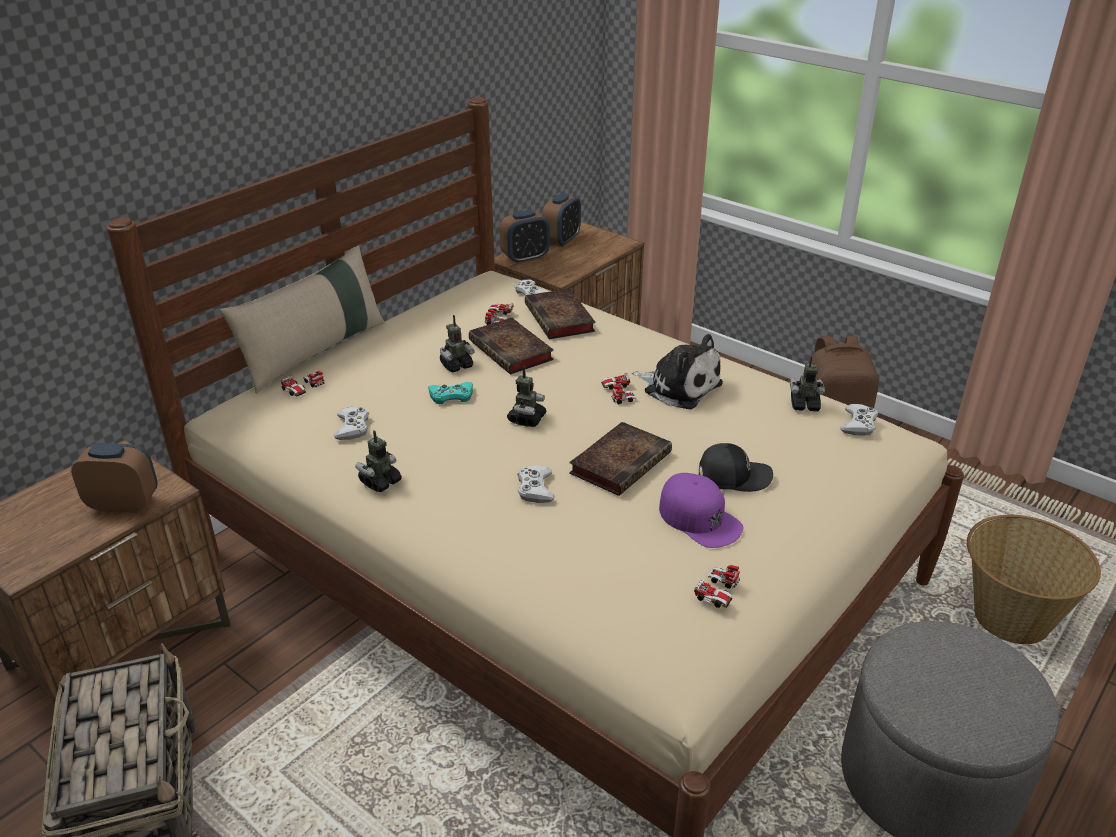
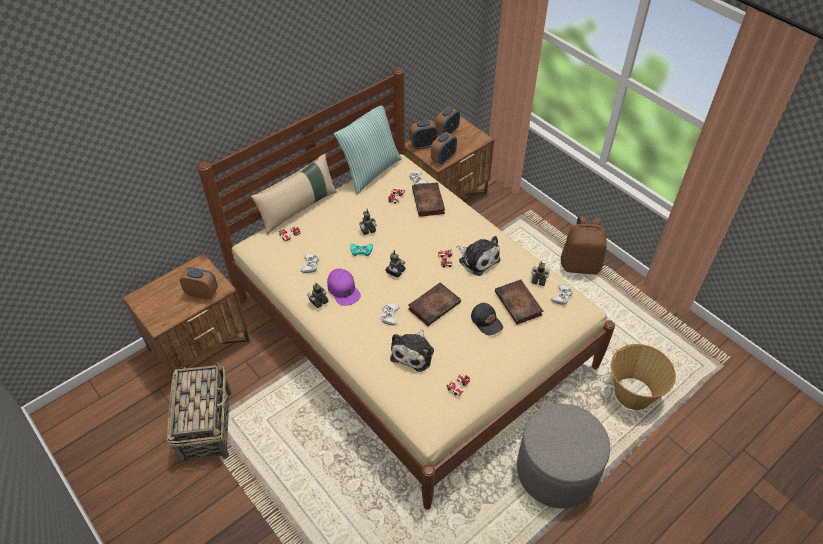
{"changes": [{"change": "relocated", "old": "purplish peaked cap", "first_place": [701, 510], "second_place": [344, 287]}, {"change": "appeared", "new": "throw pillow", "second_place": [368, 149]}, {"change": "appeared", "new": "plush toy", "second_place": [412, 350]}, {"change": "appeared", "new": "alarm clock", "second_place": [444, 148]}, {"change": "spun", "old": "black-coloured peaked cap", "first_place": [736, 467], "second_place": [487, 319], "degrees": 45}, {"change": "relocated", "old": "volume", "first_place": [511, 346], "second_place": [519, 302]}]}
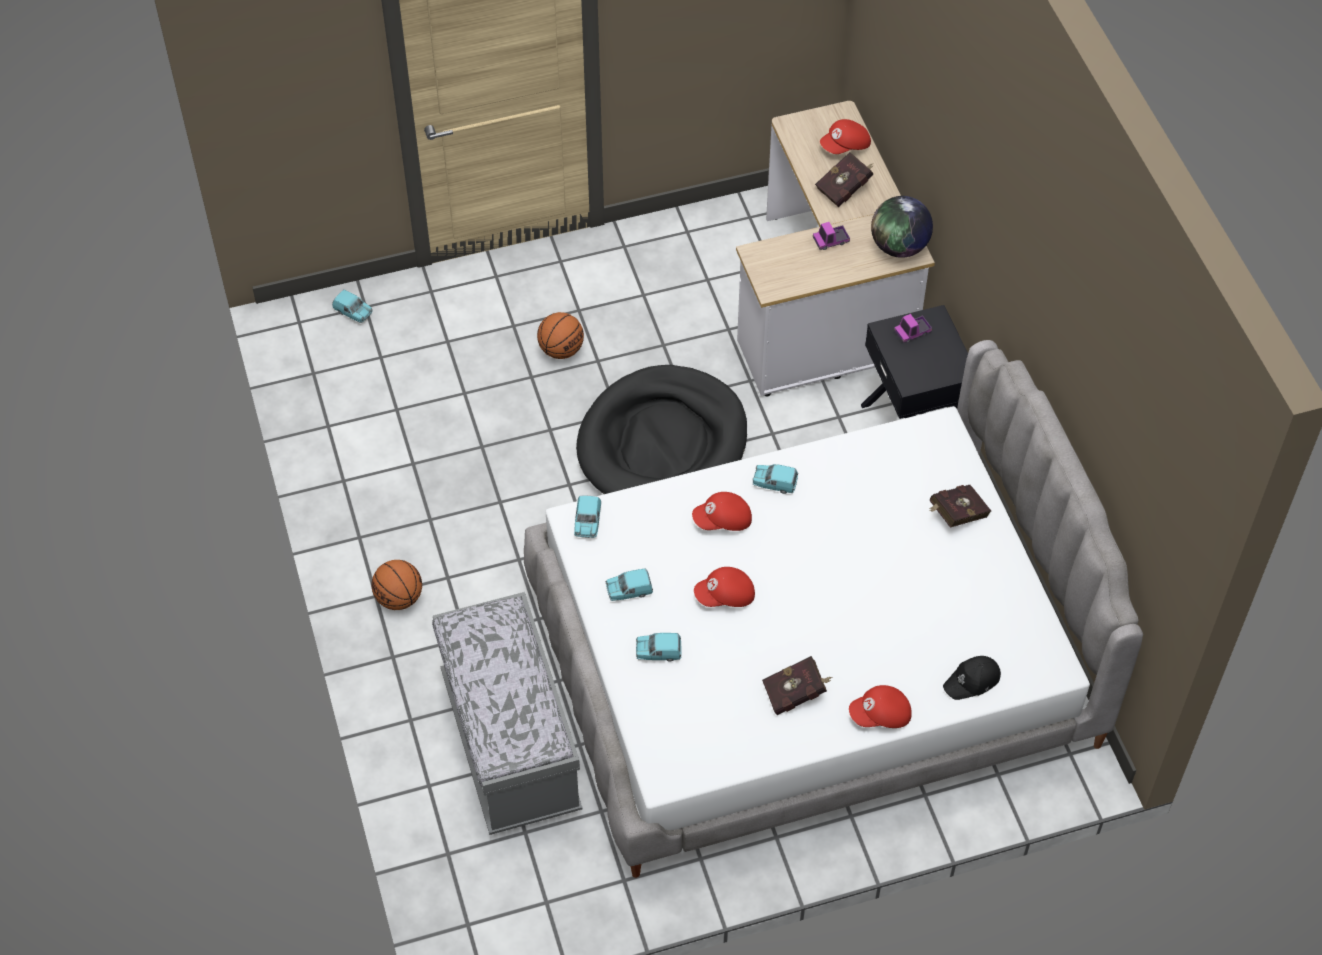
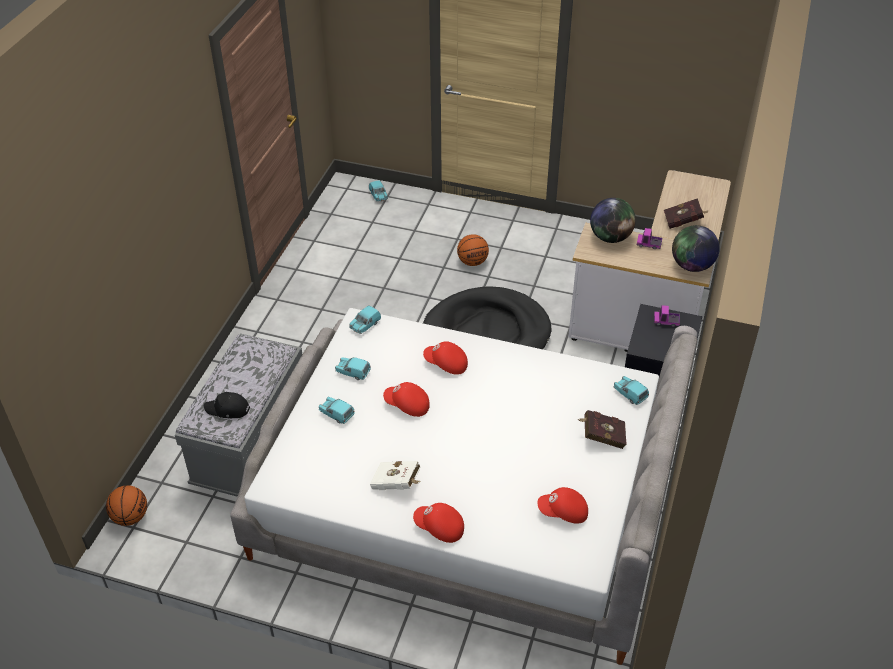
{"changes": [{"change": "relocated", "old": "basketball ball", "first_place": [397, 585], "second_place": [126, 505]}, {"change": "relocated", "old": "black-coloured peaked cap", "first_place": [972, 678], "second_place": [227, 405]}, {"change": "colour", "old": "red volume", "new": "whitish volume", "first_place": [797, 685], "second_place": [395, 475]}, {"change": "relocated", "old": "red peaked cap", "first_place": [845, 136], "second_place": [562, 505]}, {"change": "appeared", "new": "globe", "second_place": [613, 220]}, {"change": "relocated", "old": "turquoise-coloured model car", "first_place": [775, 479], "second_place": [631, 390]}]}
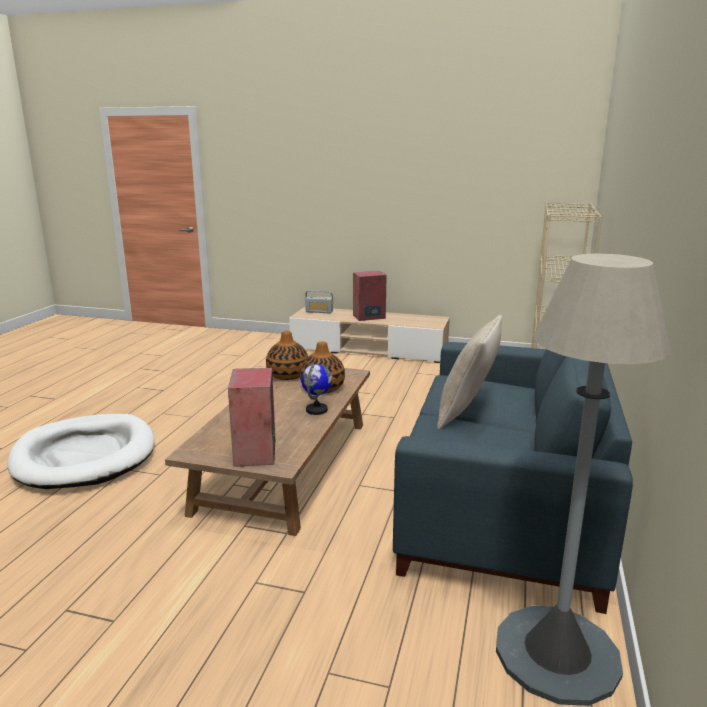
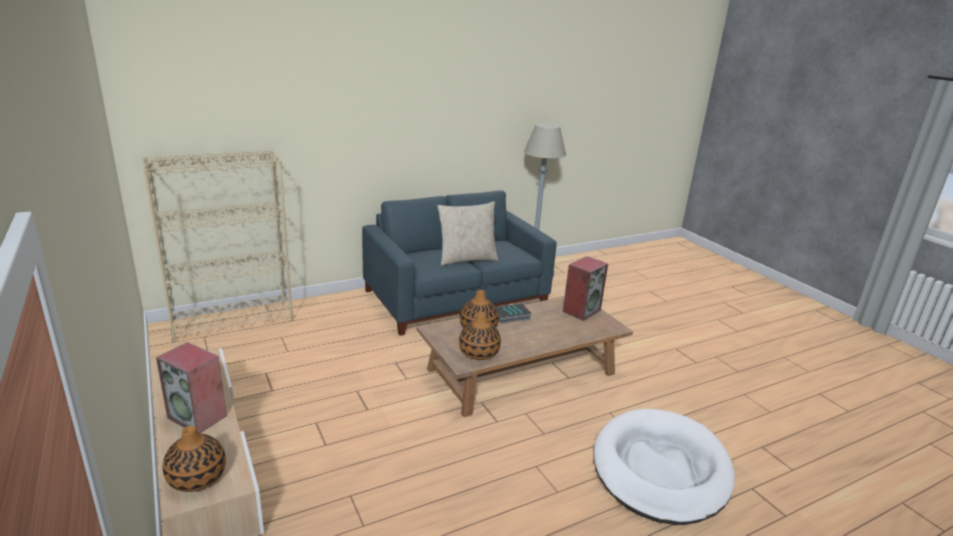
{"changes": [{"change": "exchanged", "old": "radio set", "new": "flower vase", "first_place": [319, 301], "second_place": [194, 459]}, {"change": "exchanged", "old": "globe", "new": "volume", "first_place": [316, 389], "second_place": [514, 313]}]}
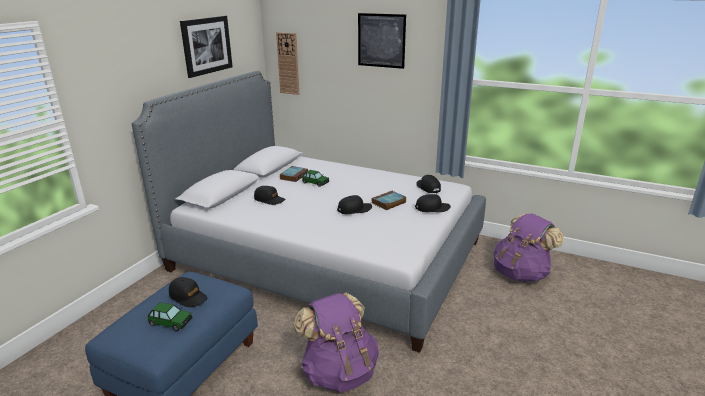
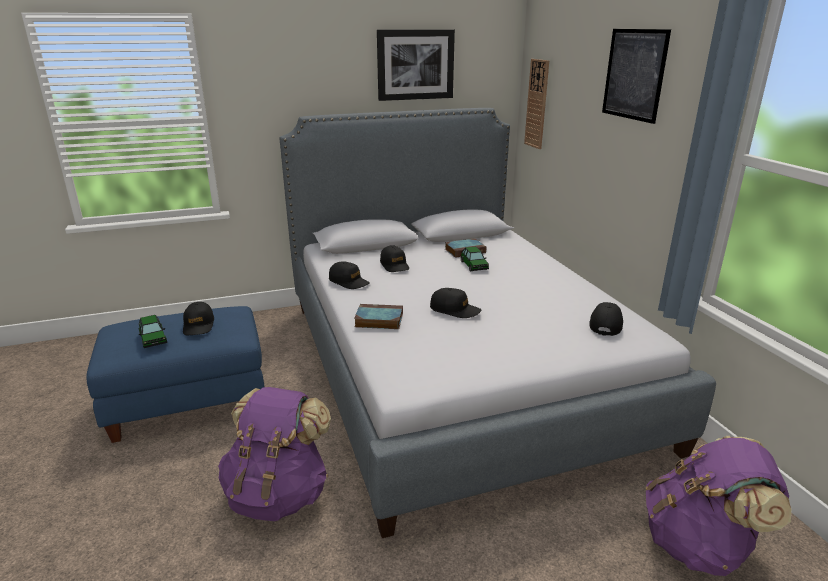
{"changes": [{"change": "relocated", "old": "black-coloured peaked cap", "first_place": [433, 203], "second_place": [349, 275]}, {"change": "relocated", "old": "volume", "first_place": [389, 200], "second_place": [378, 316]}]}
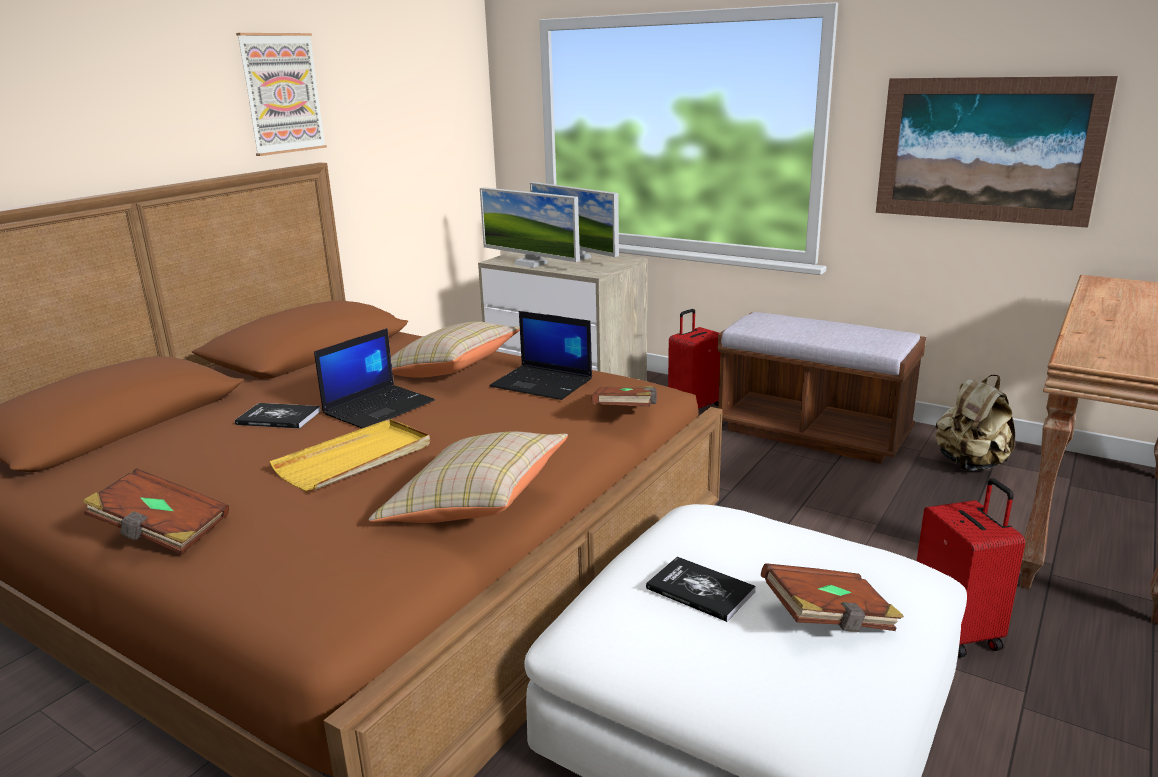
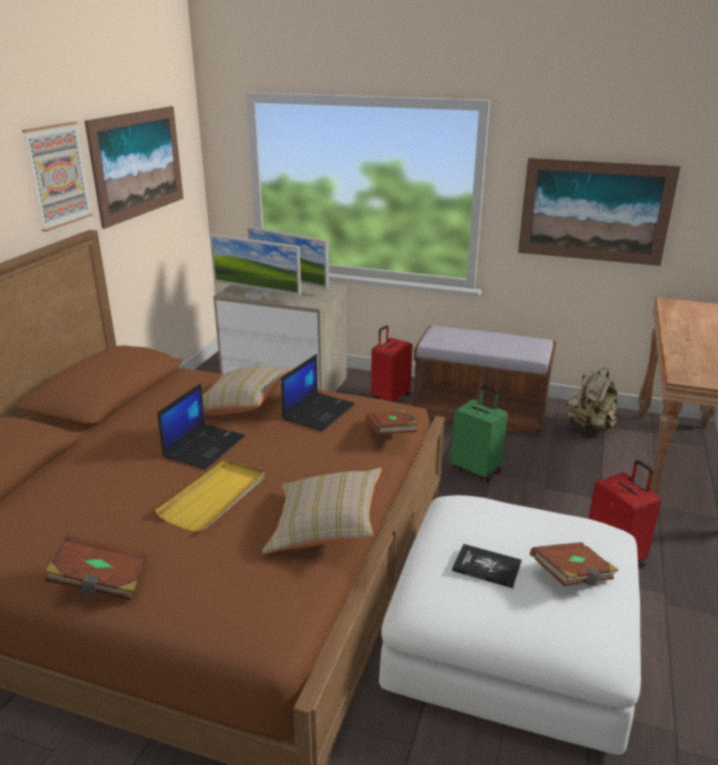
{"changes": [{"change": "appeared", "new": "wall picture", "second_place": [134, 167]}, {"change": "spun", "old": "laptop", "first_place": [541, 355], "second_place": [318, 392], "degrees": -75}, {"change": "appeared", "new": "green-coloured suitcase", "second_place": [479, 434]}, {"change": "missing", "old": "volume", "first_place": [278, 416]}]}
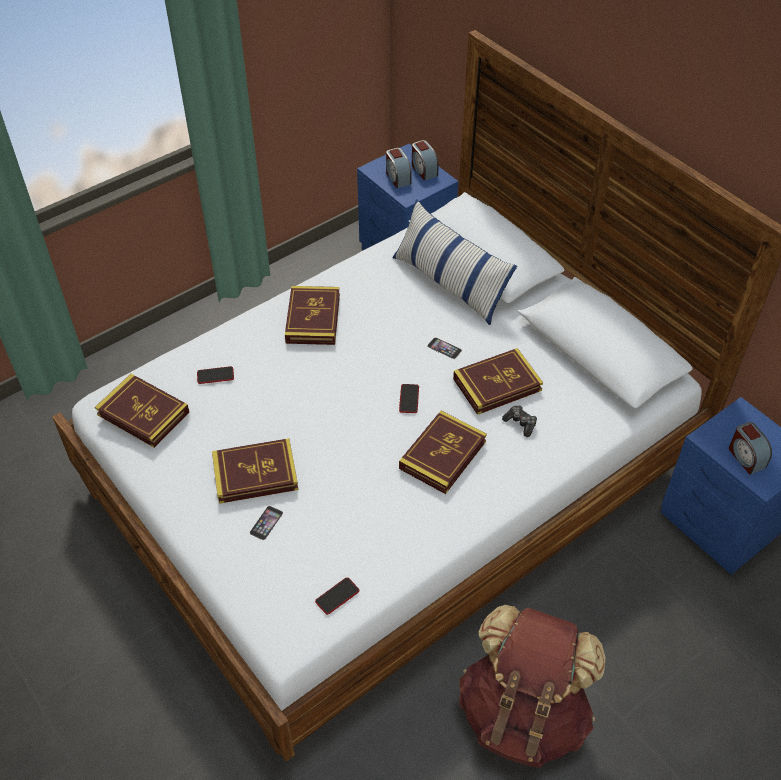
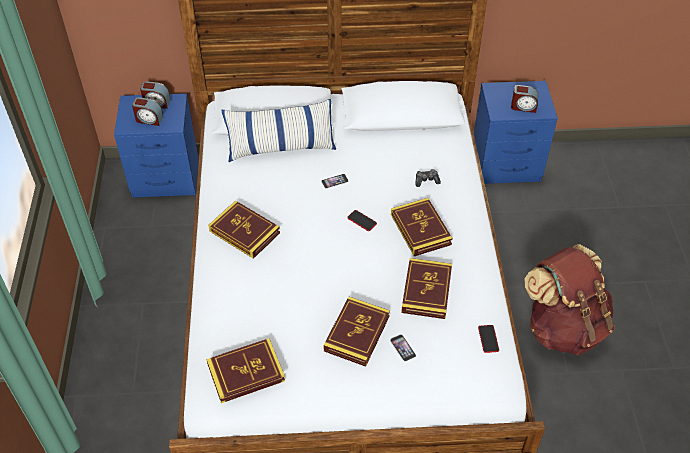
{"changes": [{"change": "relocated", "old": "volume", "first_place": [498, 381], "second_place": [426, 288]}, {"change": "missing", "old": "phone", "first_place": [215, 375]}]}
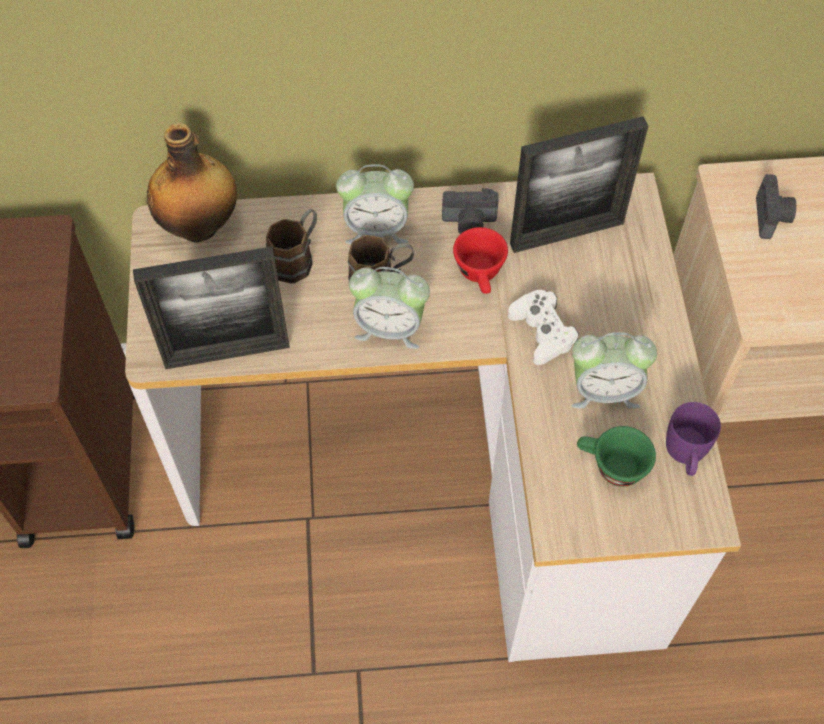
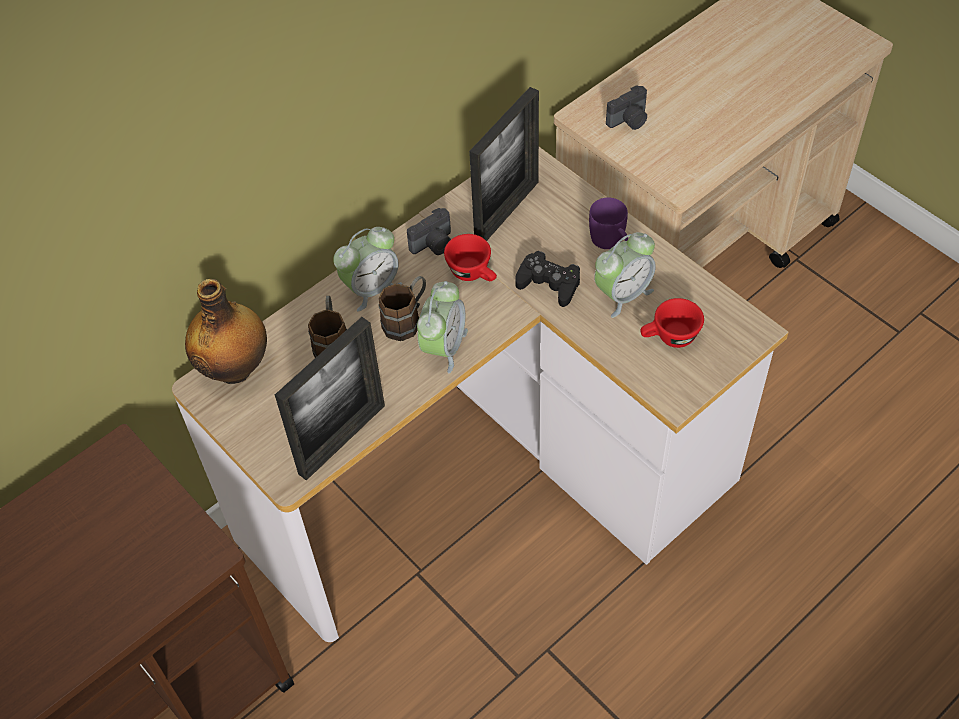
{"changes": [{"change": "spun", "old": "alarm clock", "first_place": [389, 308], "second_place": [442, 327], "degrees": -45}, {"change": "colour", "old": "whitish game controller", "new": "black-coloured game controller", "first_place": [543, 327], "second_place": [547, 279]}, {"change": "relocated", "old": "purplish coffee mug", "first_place": [693, 439], "second_place": [609, 223]}, {"change": "spun", "old": "still camera", "first_place": [776, 206], "second_place": [626, 107], "degrees": 90}, {"change": "colour", "old": "green-coloured cup", "new": "red cup", "first_place": [616, 456], "second_place": [672, 323]}]}
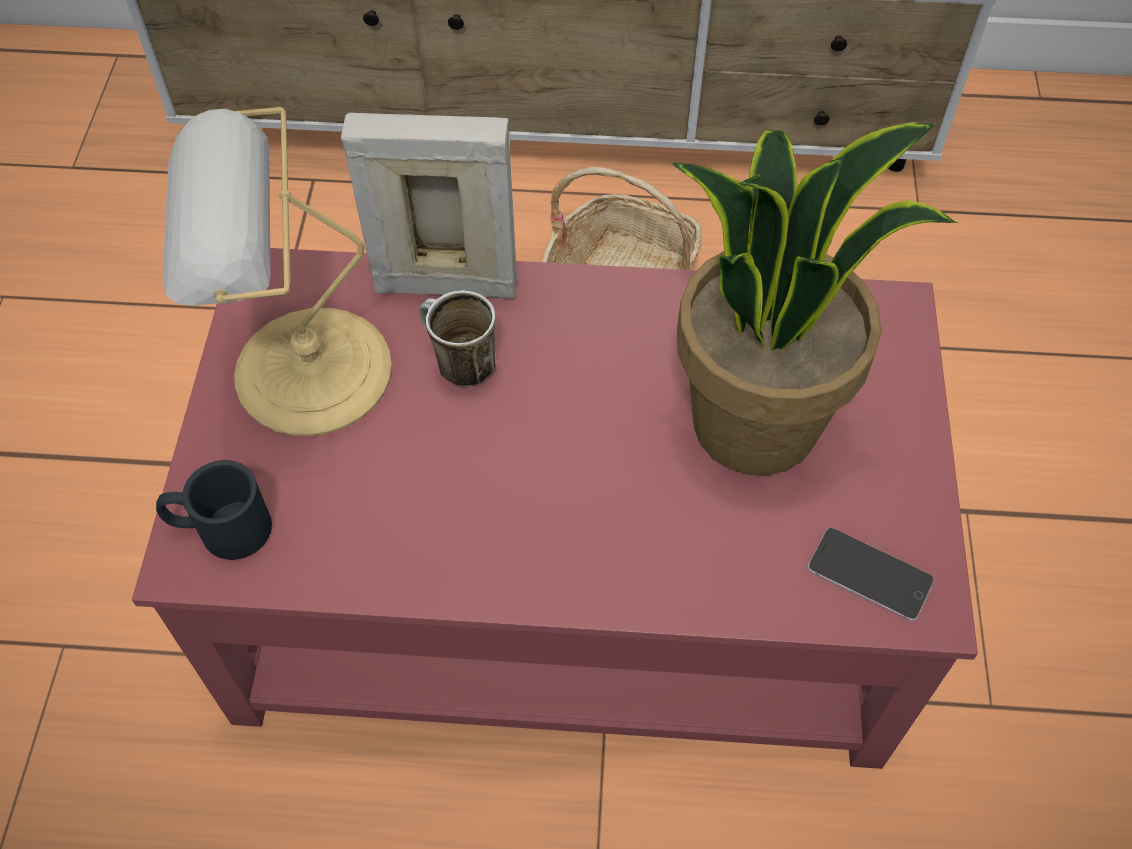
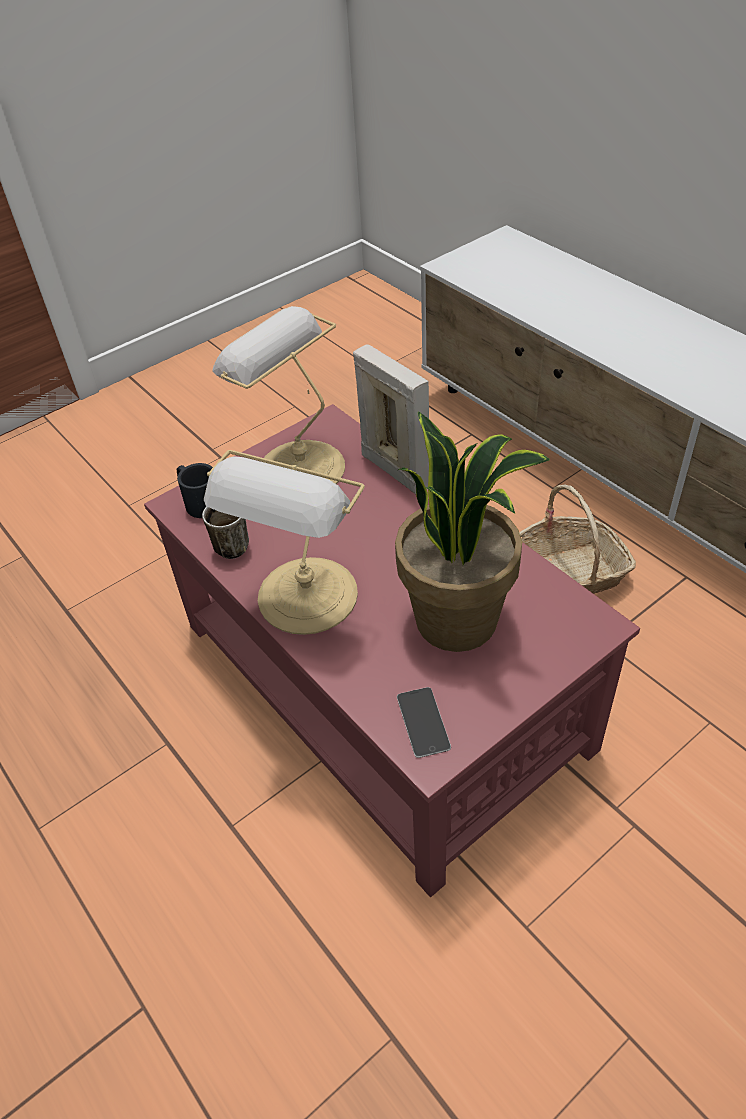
{"changes": [{"change": "relocated", "old": "coffee mug", "first_place": [457, 338], "second_place": [225, 532]}, {"change": "appeared", "new": "tabletop lamp", "second_place": [284, 542]}]}
